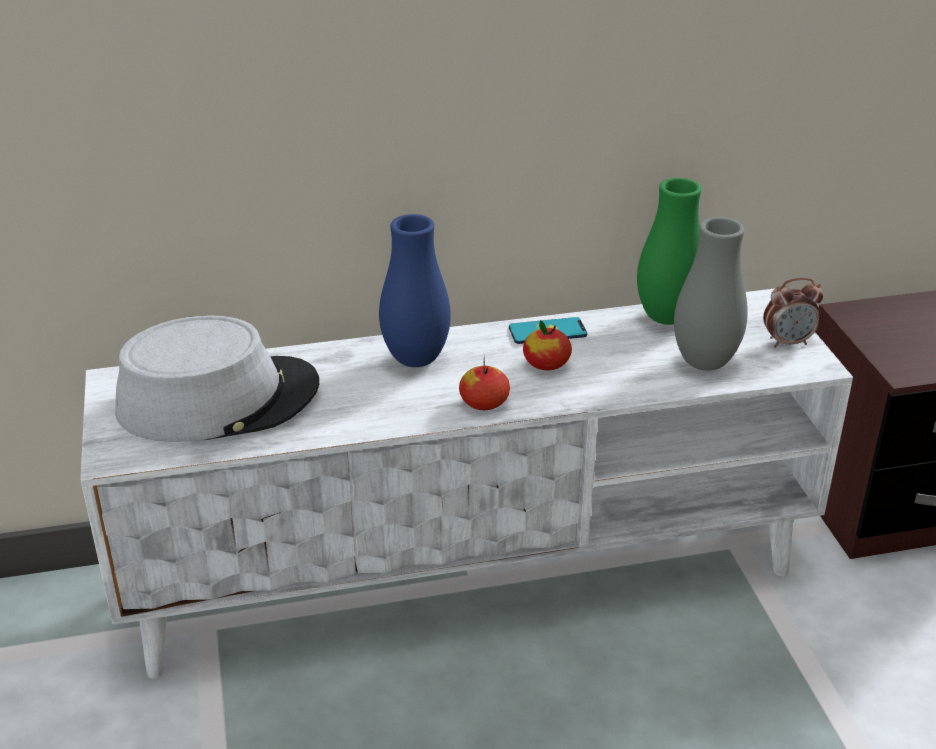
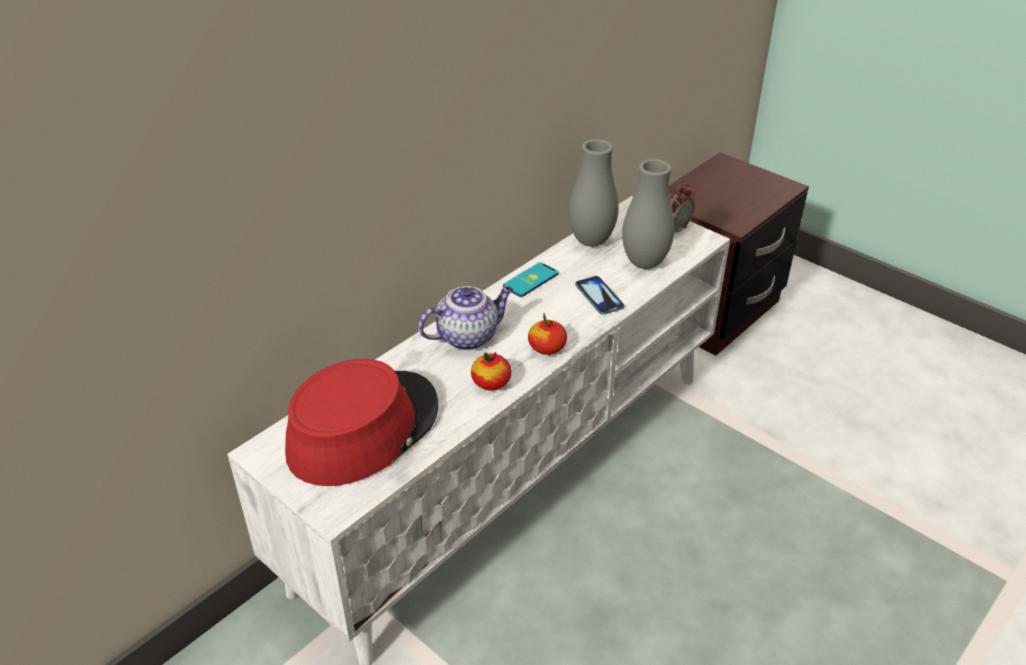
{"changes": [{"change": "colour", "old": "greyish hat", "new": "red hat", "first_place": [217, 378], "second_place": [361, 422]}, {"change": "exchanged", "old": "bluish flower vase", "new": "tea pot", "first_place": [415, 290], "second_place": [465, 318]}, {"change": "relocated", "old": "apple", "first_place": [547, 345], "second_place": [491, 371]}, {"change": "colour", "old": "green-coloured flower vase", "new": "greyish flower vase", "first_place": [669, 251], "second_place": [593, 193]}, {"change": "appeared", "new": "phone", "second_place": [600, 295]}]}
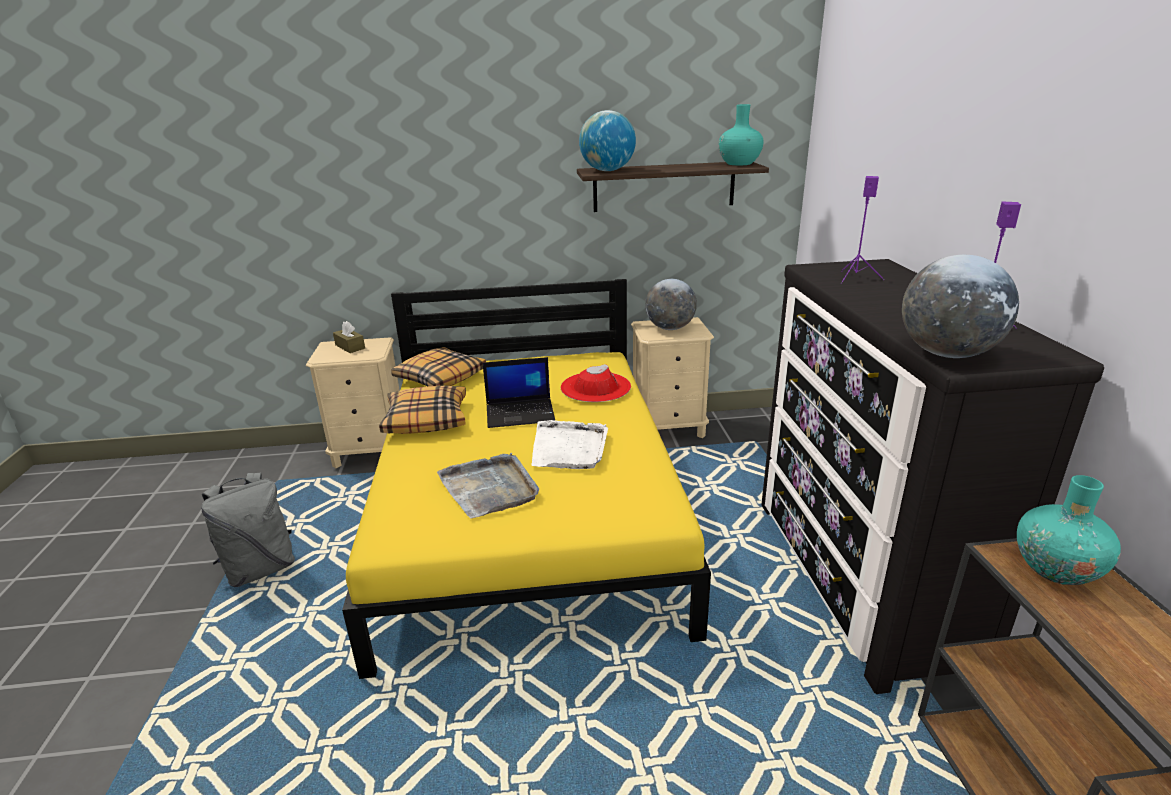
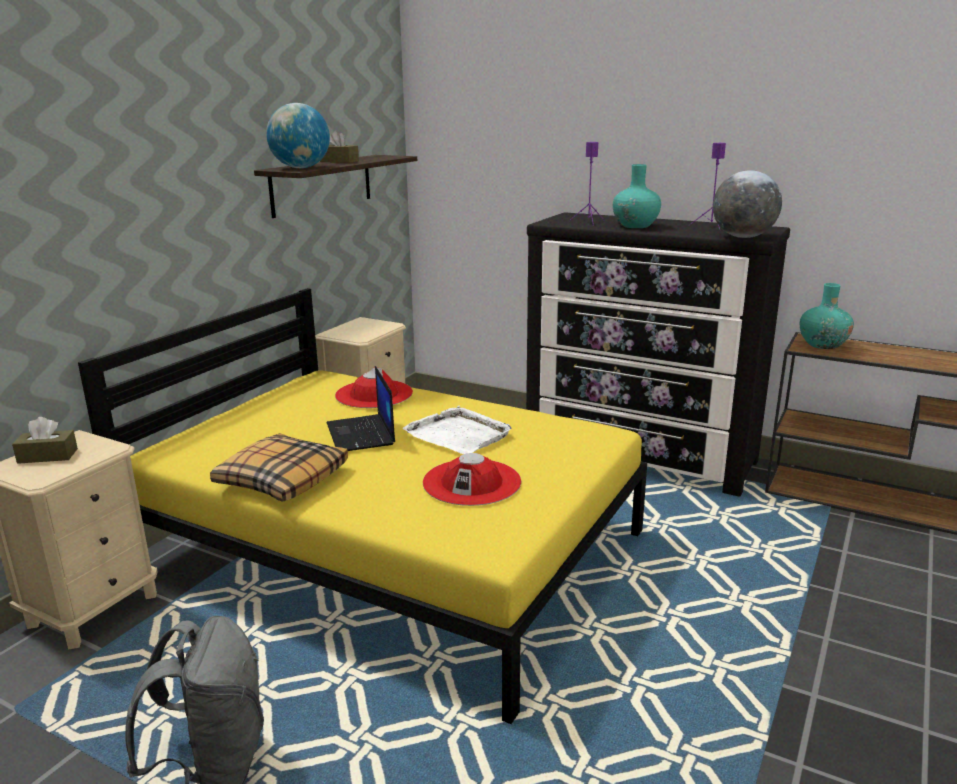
{"changes": [{"change": "appeared", "new": "brown box of tissues", "second_place": [339, 146]}, {"change": "spun", "old": "laptop", "first_place": [519, 392], "second_place": [361, 408], "degrees": 135}, {"change": "exchanged", "old": "greyish carrying tray", "new": "red hat", "first_place": [488, 486], "second_place": [472, 479]}, {"change": "relocated", "old": "turquoise-coloured flower vase", "first_place": [741, 134], "second_place": [637, 196]}, {"change": "missing", "old": "throw pillow", "first_place": [438, 366]}, {"change": "missing", "old": "globe", "first_place": [671, 304]}]}
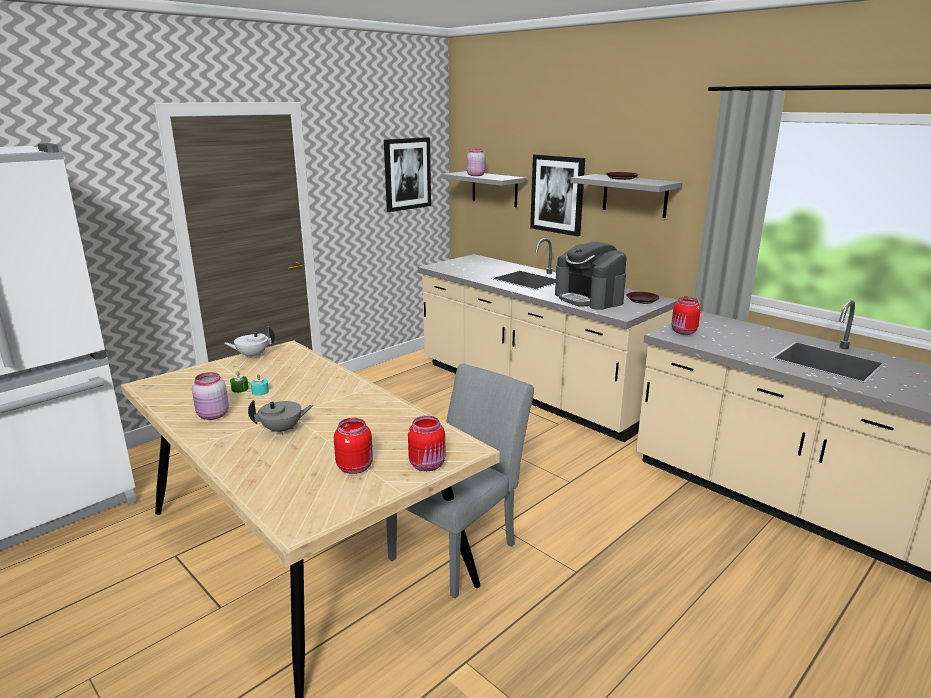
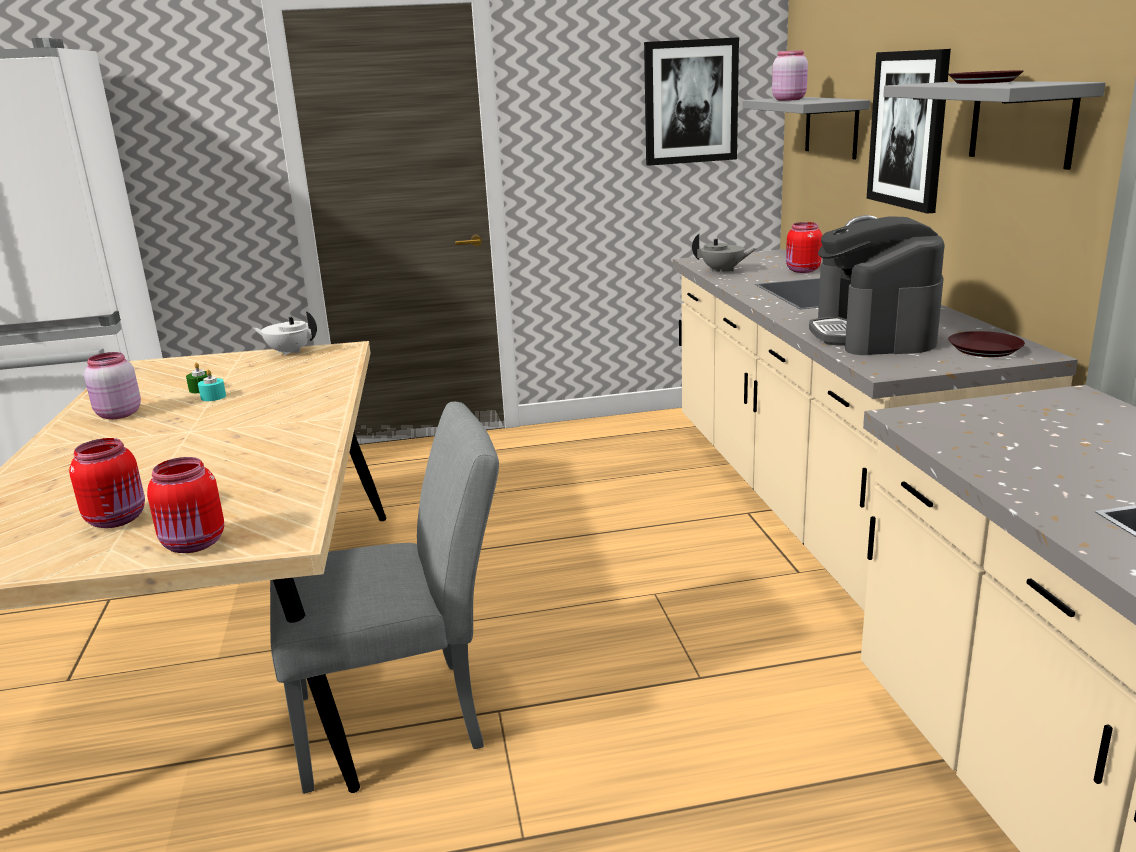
{"changes": [{"change": "relocated", "old": "greyish tea pot", "first_place": [281, 417], "second_place": [724, 253]}, {"change": "relocated", "old": "red storage jar", "first_place": [686, 316], "second_place": [804, 247]}]}
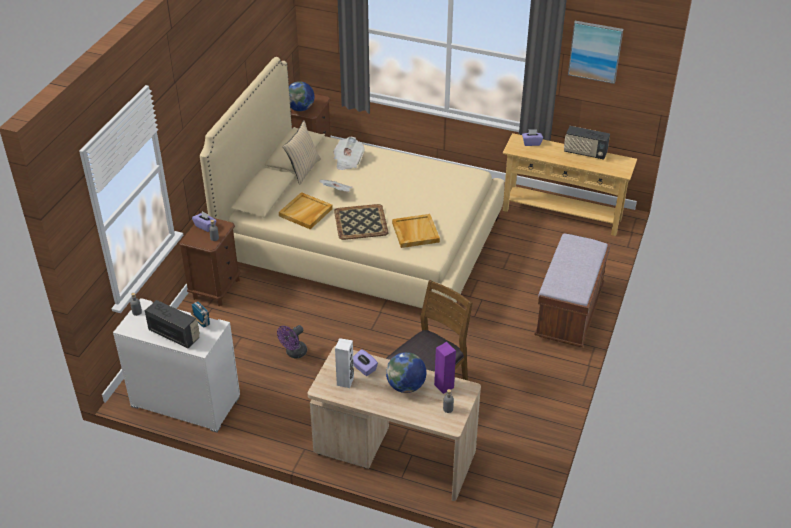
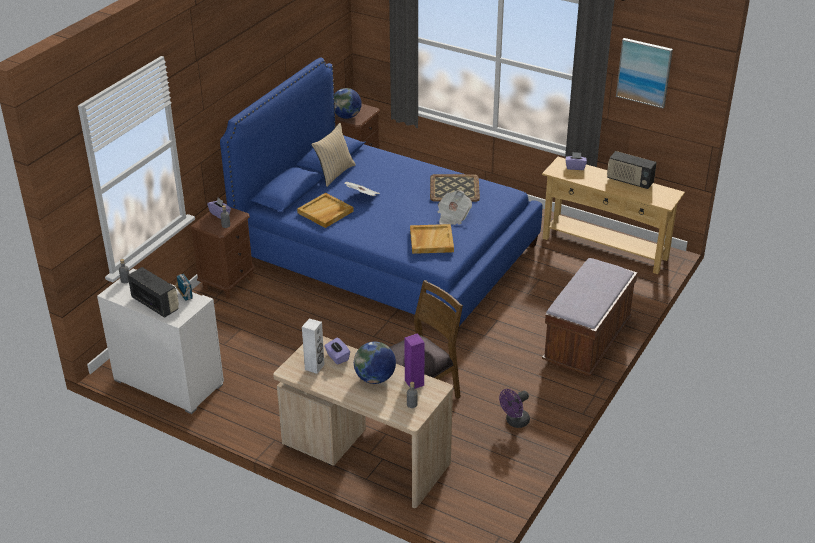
{"changes": [{"change": "colour", "old": "sand-coloured bed", "new": "bluish bed", "first_place": [352, 182], "second_place": [381, 196]}, {"change": "relocated", "old": "carrying tray", "first_place": [361, 222], "second_place": [455, 188]}, {"change": "relocated", "old": "daily paper", "first_place": [349, 153], "second_place": [455, 207]}, {"change": "relocated", "old": "purplish cooling fan", "first_place": [292, 341], "second_place": [514, 408]}]}
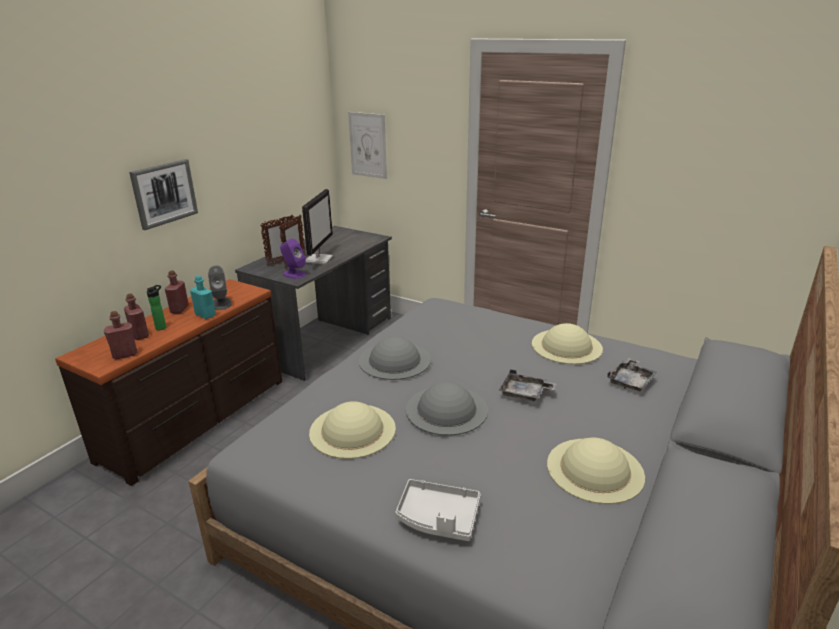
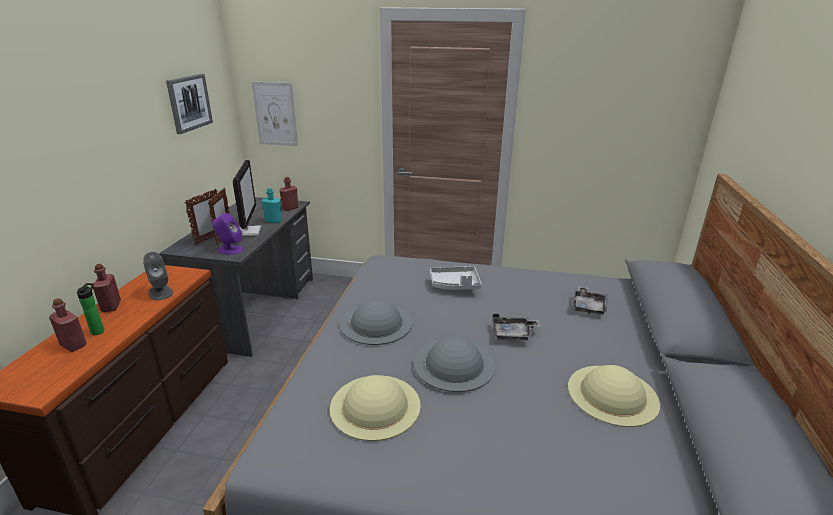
{"changes": [{"change": "relocated", "old": "wall picture", "first_place": [163, 194], "second_place": [189, 104]}, {"change": "relocated", "old": "turquoise-coloured beverage bottle", "first_place": [203, 297], "second_place": [272, 205]}, {"change": "relocated", "old": "red beverage bottle", "first_place": [120, 335], "second_place": [288, 194]}, {"change": "relocated", "old": "greyish carrying tray", "first_place": [438, 510], "second_place": [456, 278]}, {"change": "missing", "old": "sand-coloured hat", "first_place": [567, 343]}]}
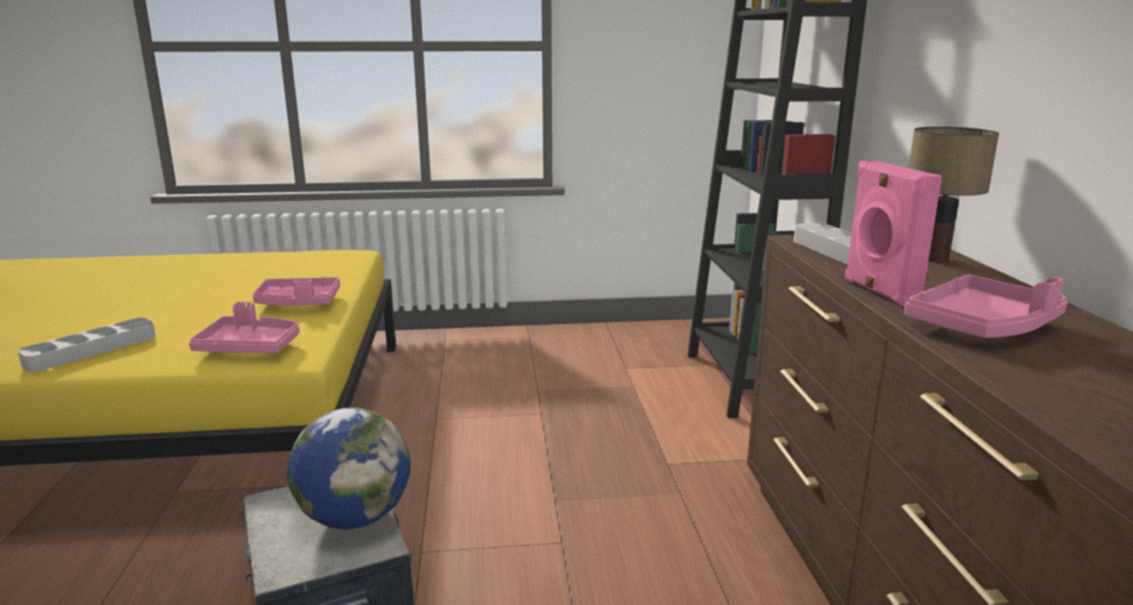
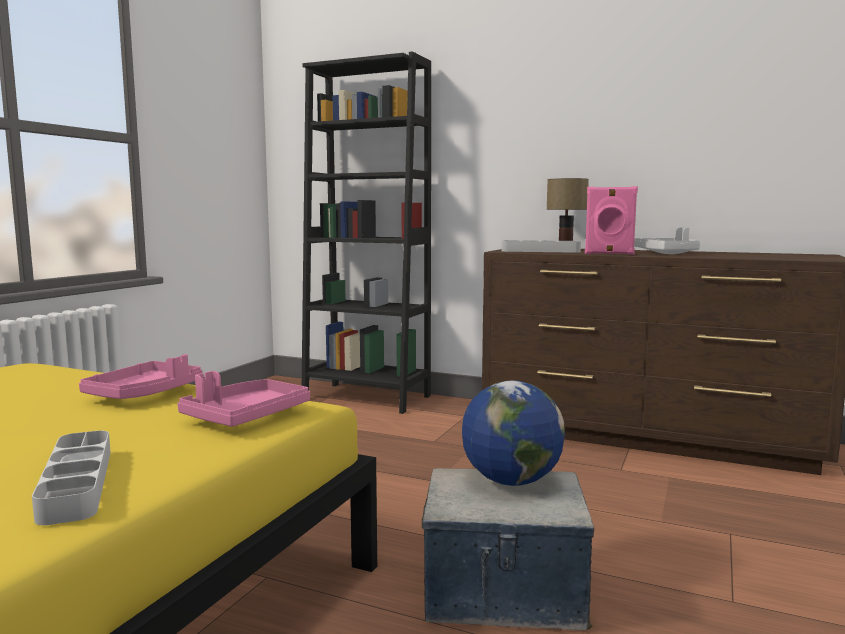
{"changes": [{"change": "colour", "old": "pink carrying tray", "new": "whitish carrying tray", "first_place": [986, 306], "second_place": [667, 240]}]}
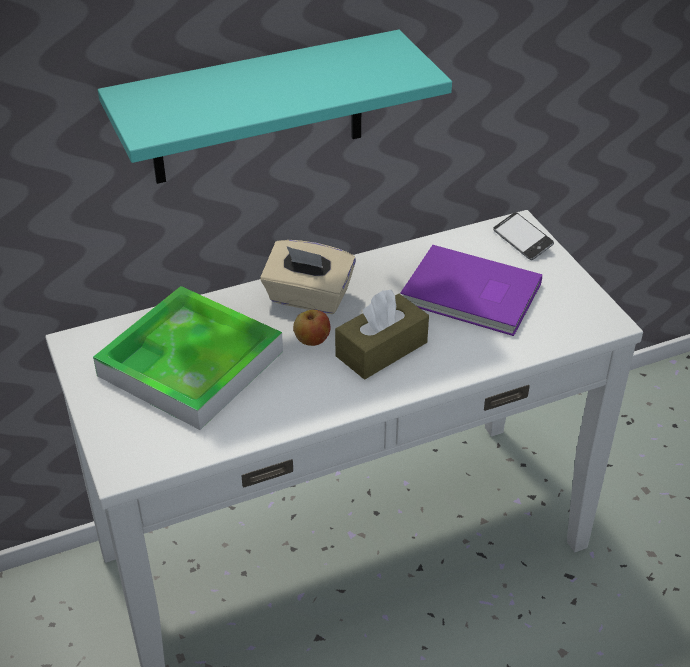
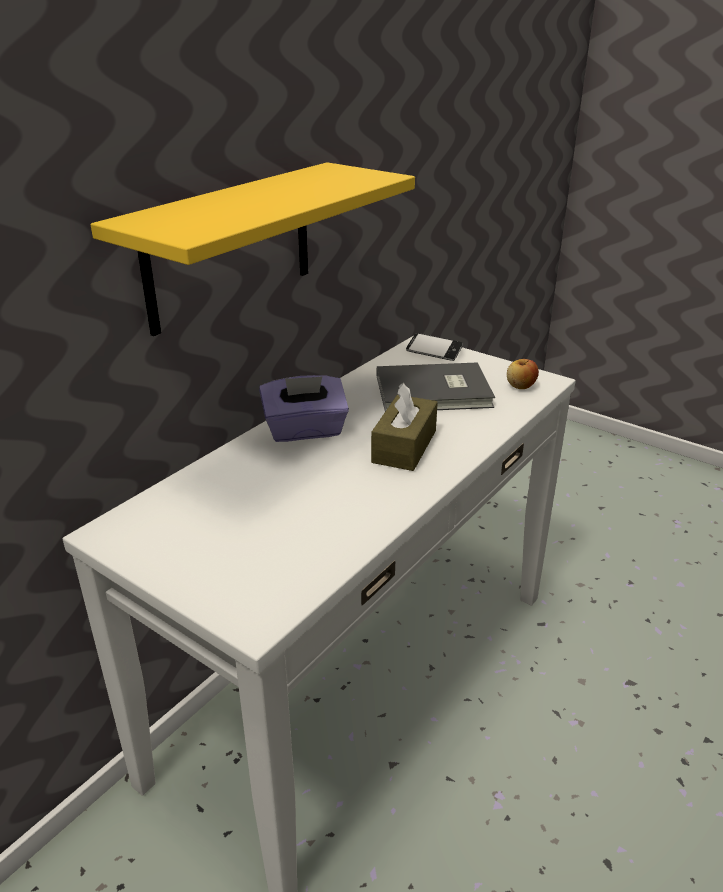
{"changes": [{"change": "colour", "old": "turquoise-coloured shelf", "new": "yellowish shelf", "first_place": [275, 107], "second_place": [253, 249]}, {"change": "colour", "old": "sand-coloured box of tissues", "new": "purplish box of tissues", "first_place": [308, 277], "second_place": [304, 408]}, {"change": "colour", "old": "purplish volume", "new": "greyish volume", "first_place": [471, 290], "second_place": [436, 386]}, {"change": "relocated", "old": "apple", "first_place": [312, 328], "second_place": [523, 374]}, {"change": "missing", "old": "carrying tray", "first_place": [188, 358]}]}
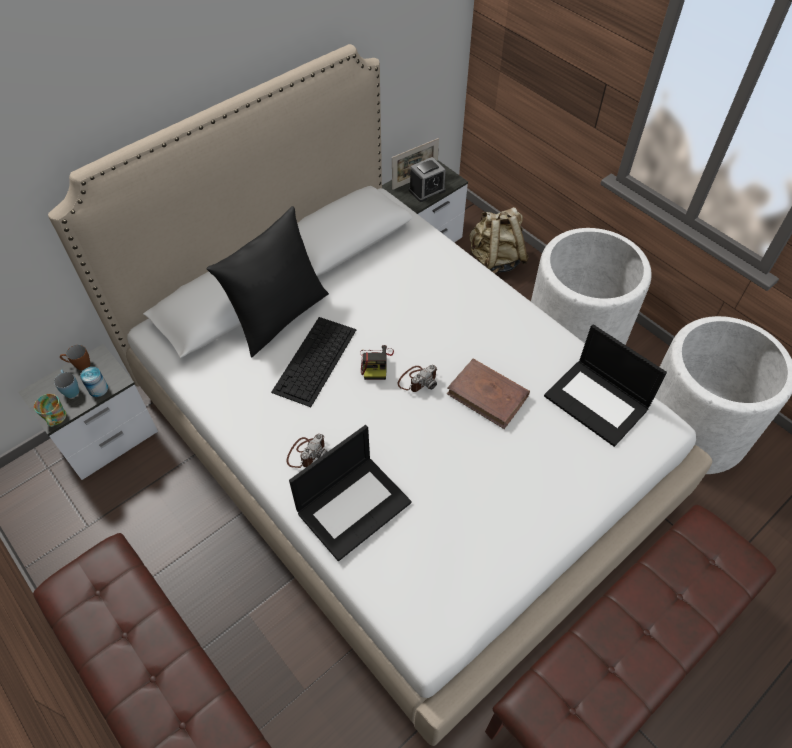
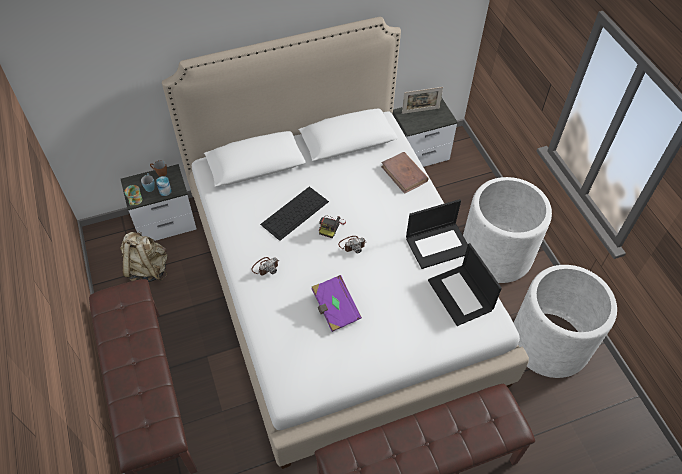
{"changes": [{"change": "relocated", "old": "sand-coloured backpack", "first_place": [499, 240], "second_place": [144, 256]}, {"change": "appeared", "new": "purplish volume", "second_place": [337, 303]}, {"change": "relocated", "old": "brown volume", "first_place": [488, 394], "second_place": [405, 173]}, {"change": "relocated", "old": "laptop", "first_place": [350, 493], "second_place": [437, 234]}, {"change": "missing", "old": "black-coloured throw pillow", "first_place": [268, 281]}, {"change": "missing", "old": "alarm clock", "first_place": [427, 179]}]}
